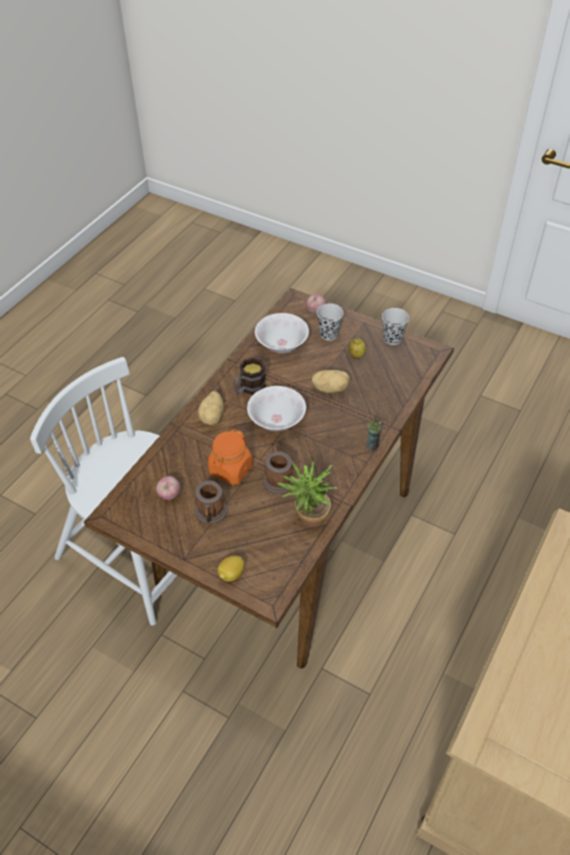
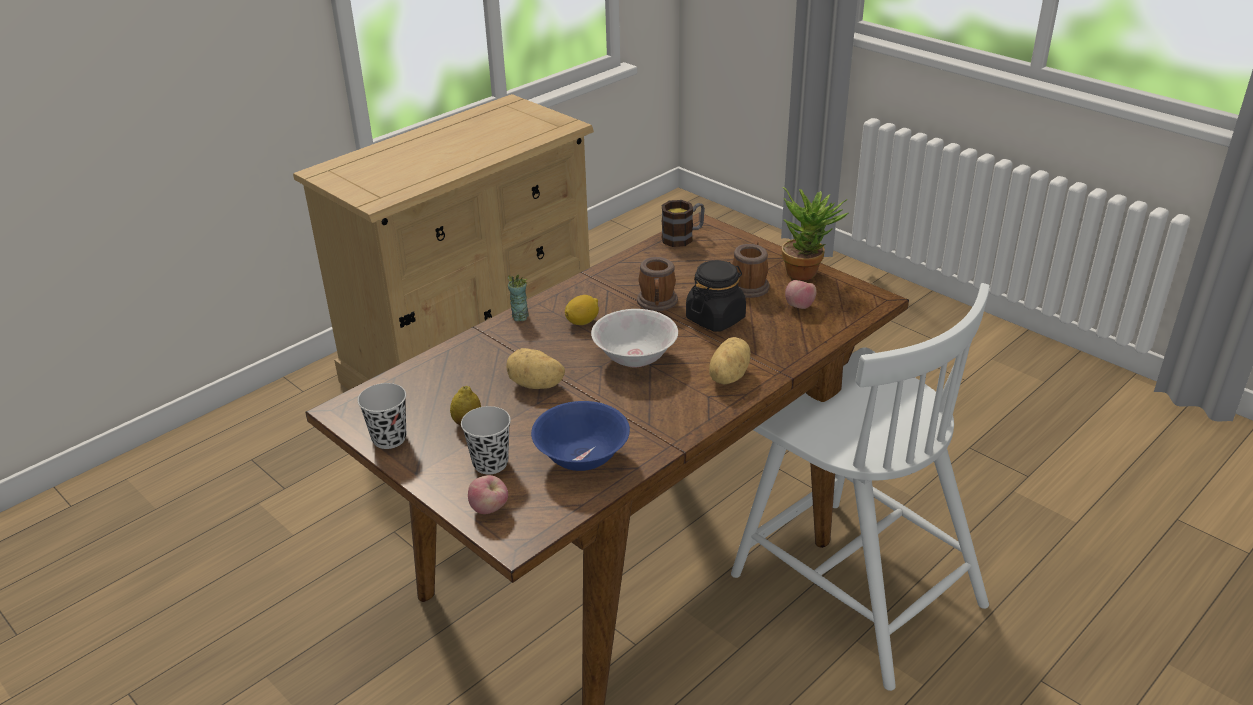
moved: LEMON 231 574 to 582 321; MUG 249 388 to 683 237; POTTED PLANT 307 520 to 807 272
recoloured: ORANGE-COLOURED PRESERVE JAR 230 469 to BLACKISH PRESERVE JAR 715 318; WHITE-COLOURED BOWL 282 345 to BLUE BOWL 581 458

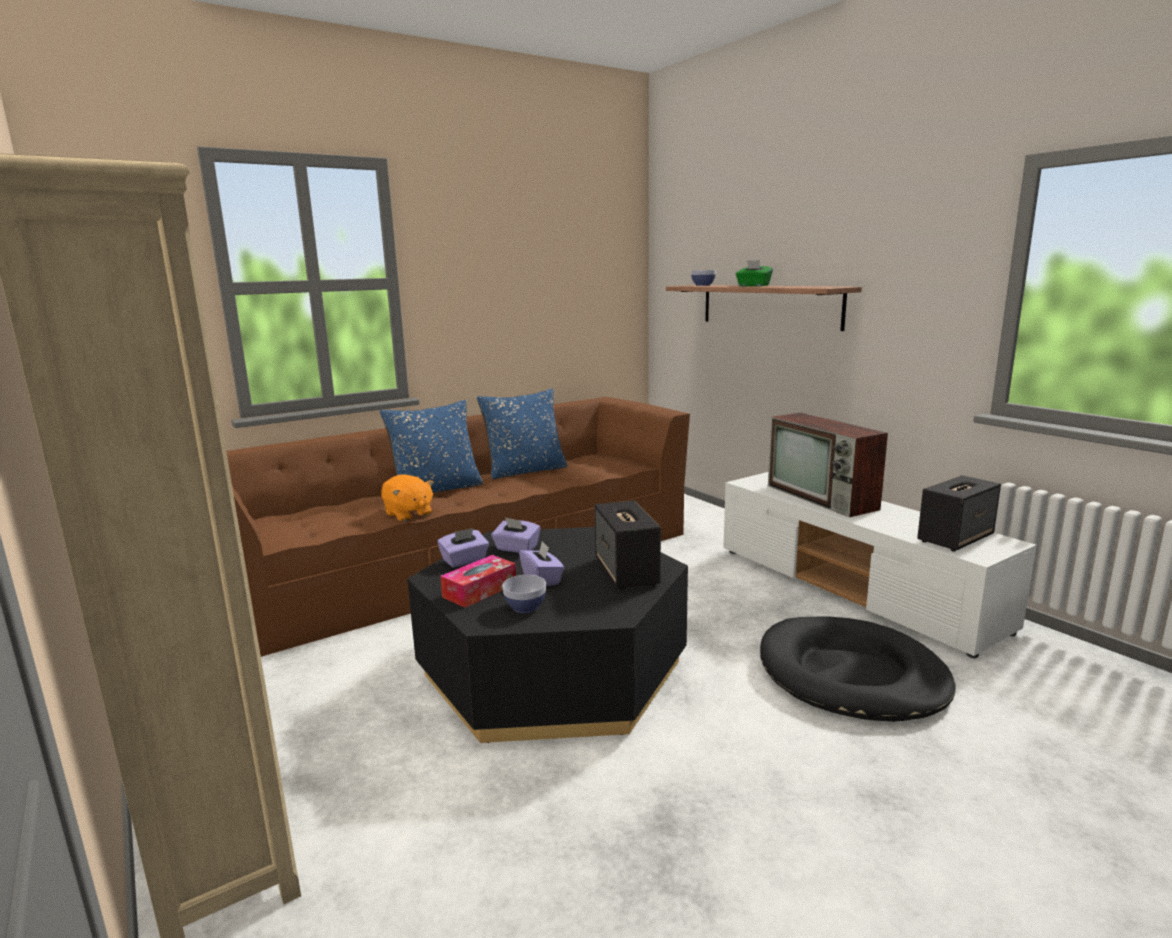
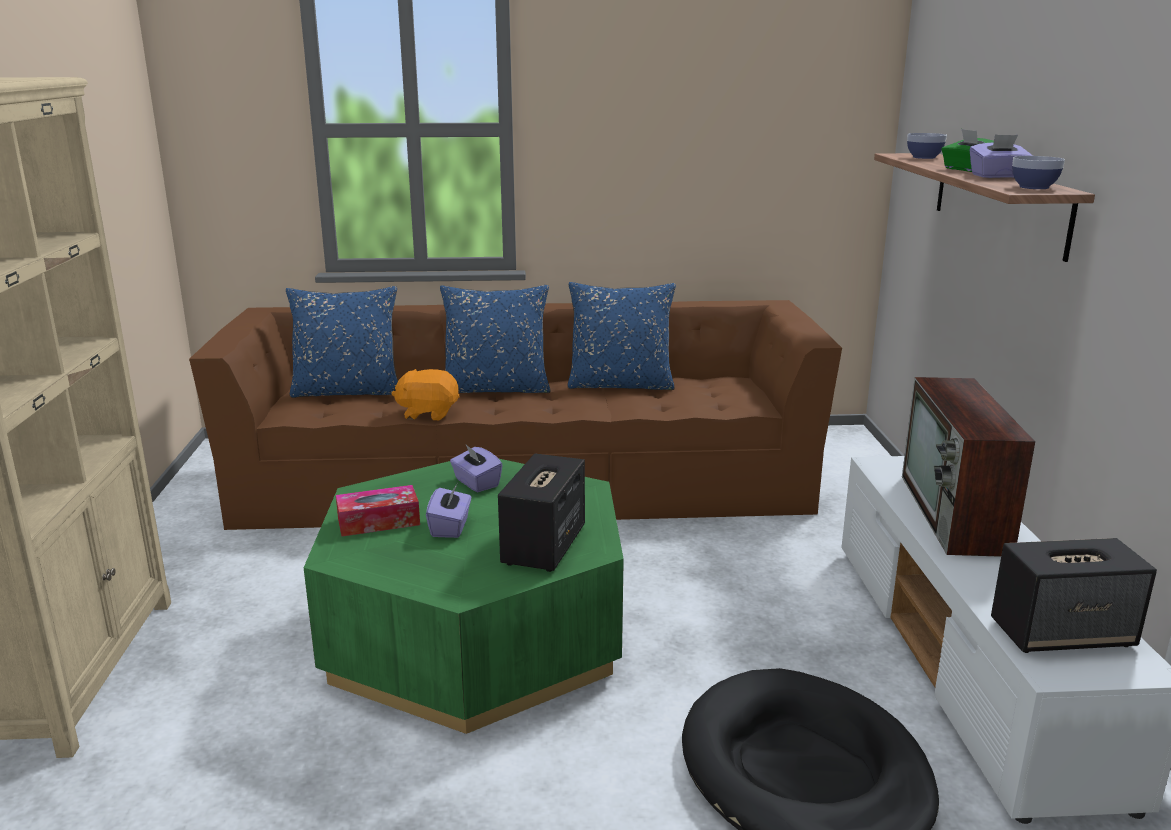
added: BLUE PILLOW 348 391
moved: PURPLISH BOX OF TISSUES 464 560 to 997 176; BOWL 525 607 to 1034 187
recoloured: BLACKISH COFFEE TABLE 553 669 to GREEN-COLOURED COFFEE TABLE 476 634
turned: ORANGE-COLOURED CUDDLY TOY 408 514 = 428 413 105 degrees clockwise

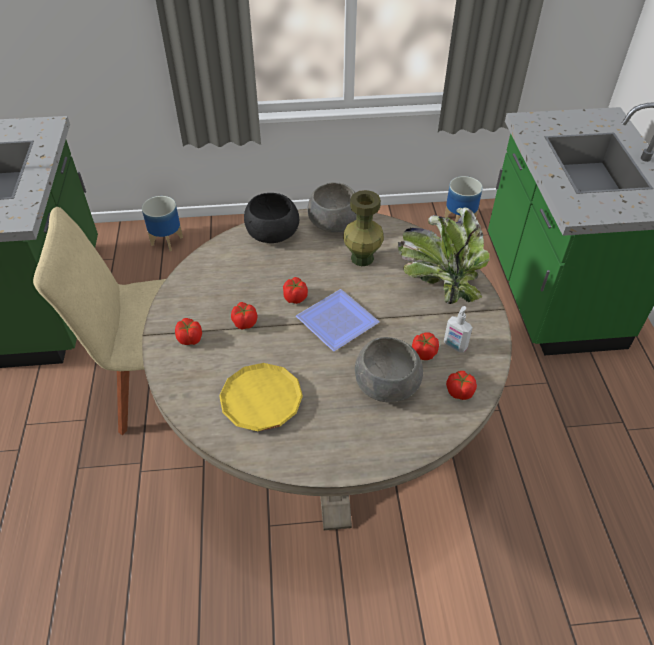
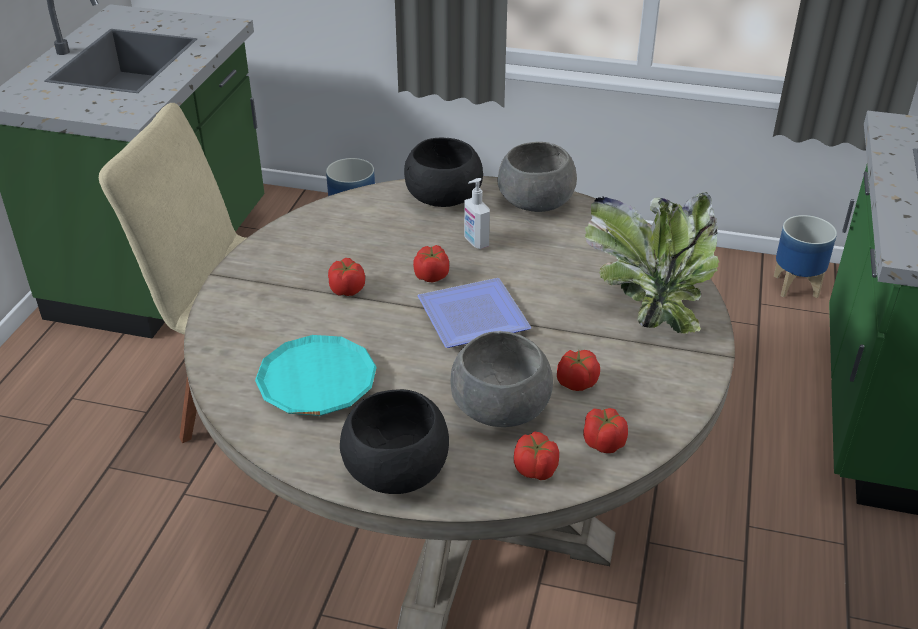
removed: GREEN-COLOURED DECORATIVE VASE 362 258
added: BLACKISH BOWL 395 468
moved: TOMATO 190 339 to 535 469; SOAP BOTTLE 454 346 to 475 242
recoloured: YELLOW PLATE 261 400 to BLUE-GREEN PLATE 317 382

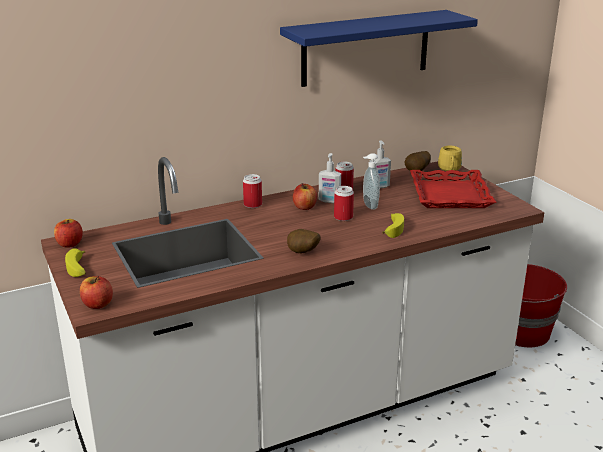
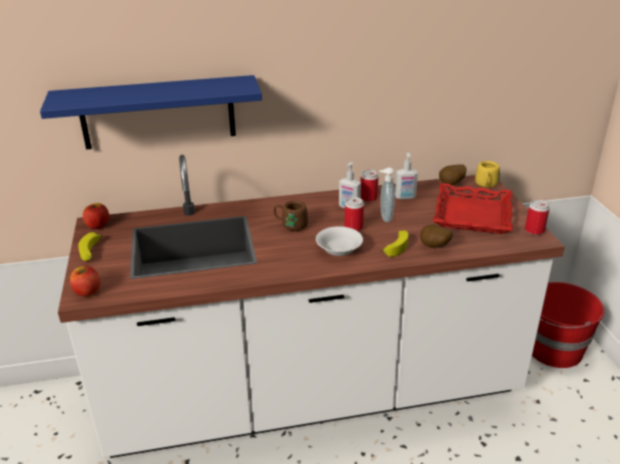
removed: APPLE FRUIT 304 207
added: BROWN MUG 290 225; WHITE-COLOURED BOWL 339 249
moved: METAL CAN 253 205 to 534 231; BLUE BRACKET SHELF 366 48 to 158 112; SPUD 302 253 to 434 247

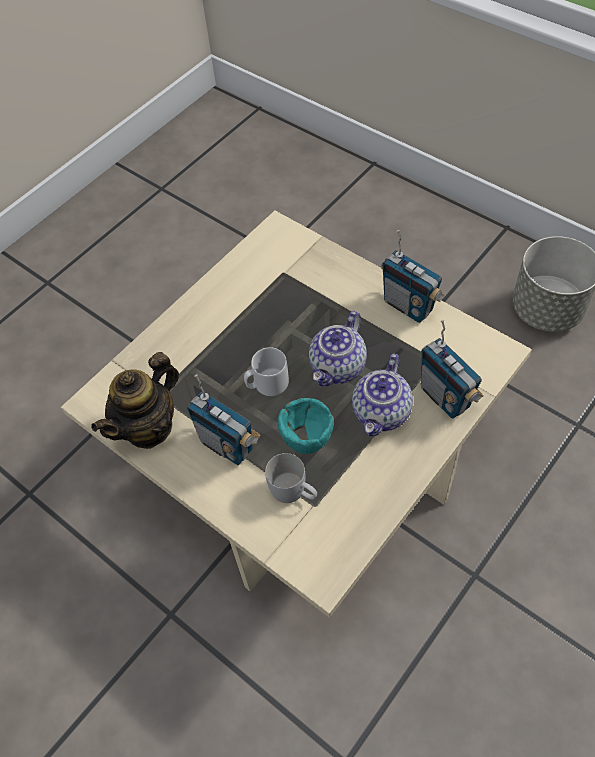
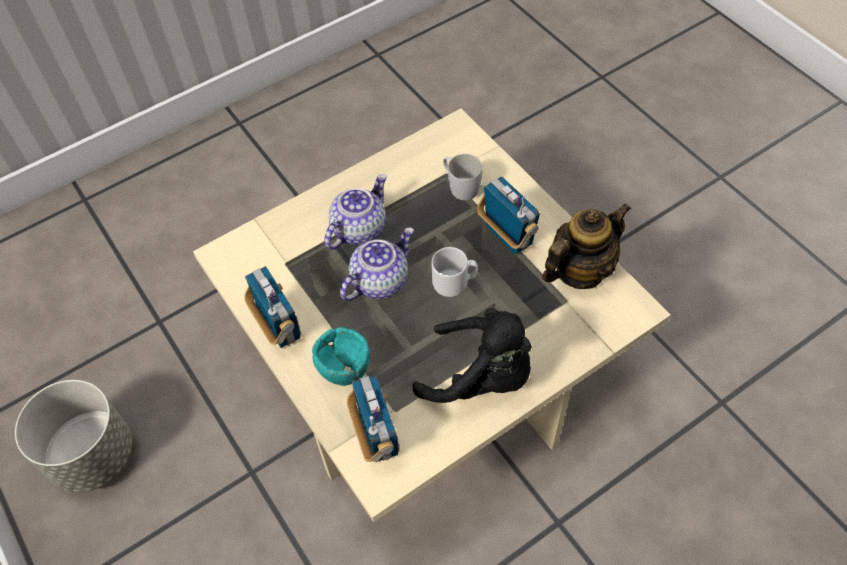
added: BLACKISH CUDDLY TOY 481 376
moved: BLUE-GREEN BOWL 306 438 to 345 369; RADIO RECEIVER 445 397 to 377 436

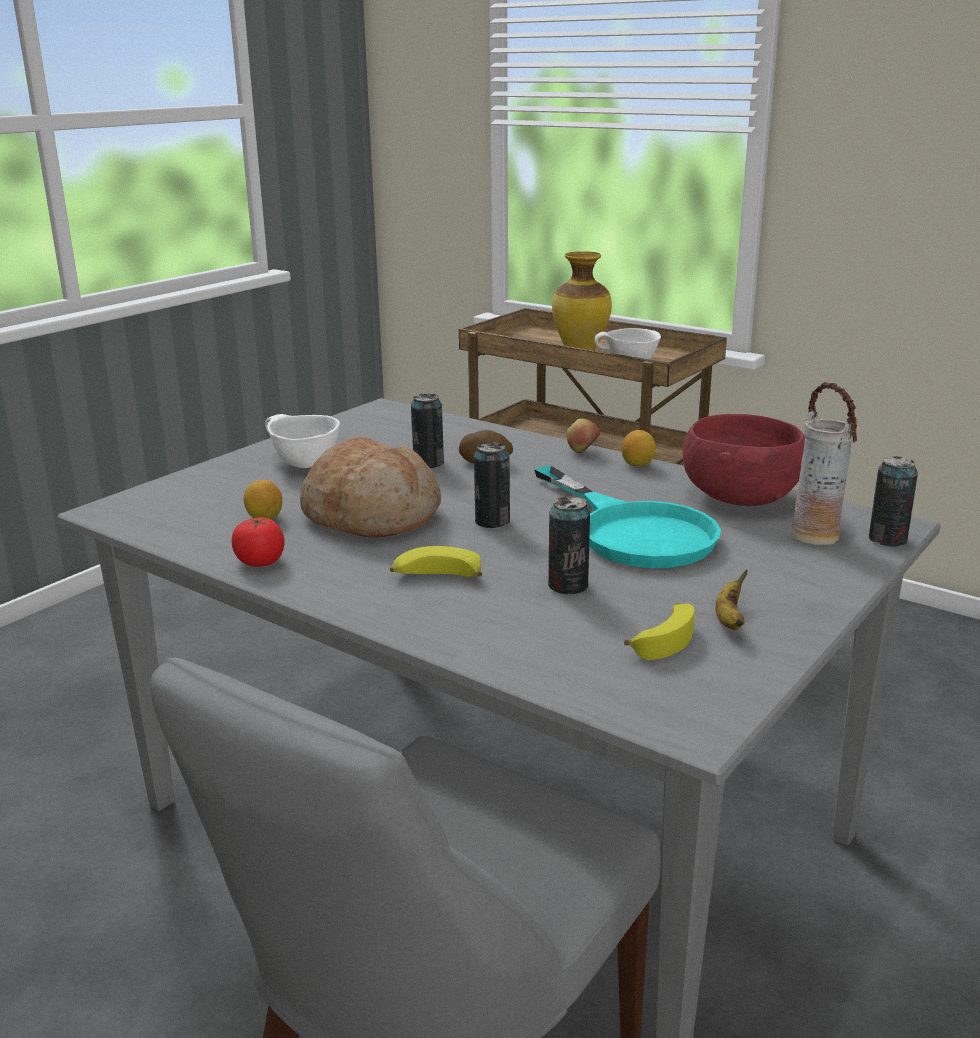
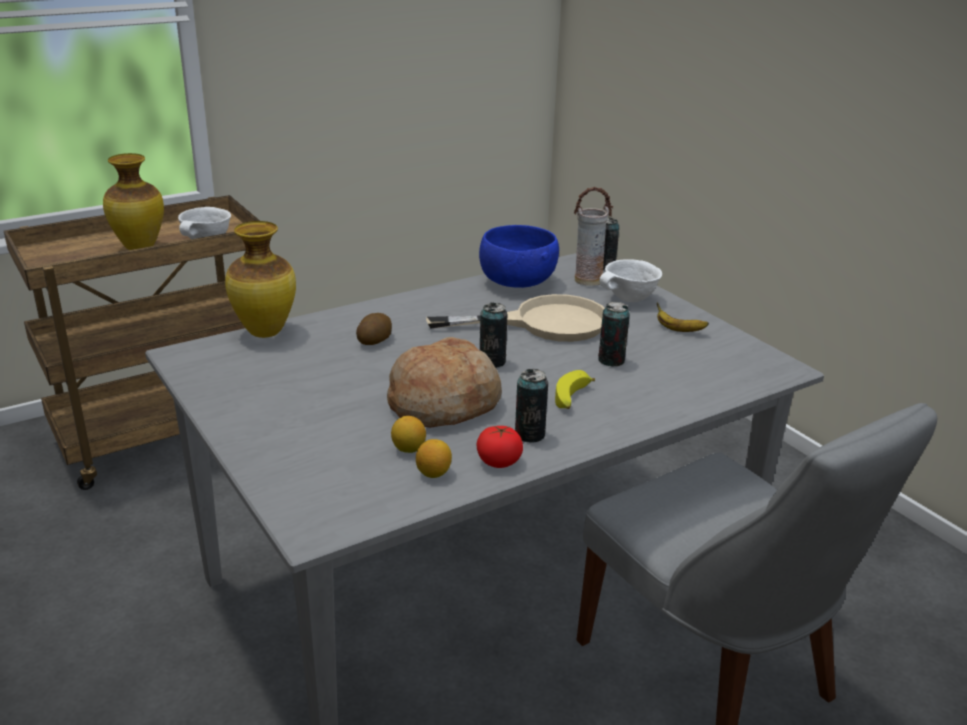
removed: APPLE FRUIT 582 452; BANANA FRUIT 664 638
added: DECORATIVE VASE 265 333
moved: WHITE-COLOURED BOWL 304 464 to 629 299; METAL CAN 428 463 to 529 434; LEMON 637 464 to 433 473
recoloured: BLUE-GREEN FRYING PAN 633 531 to BEIGE-COLOURED FRYING PAN 543 323; REDDISH BOWL 738 497 to BLUE BOWL 516 282

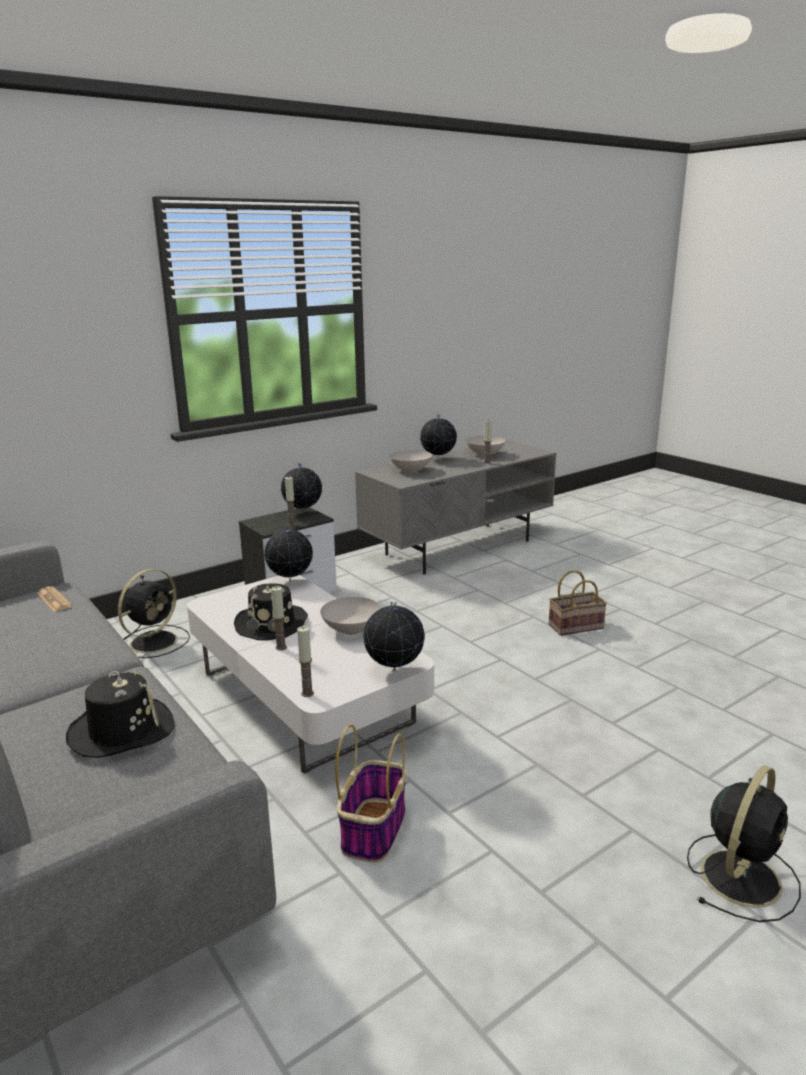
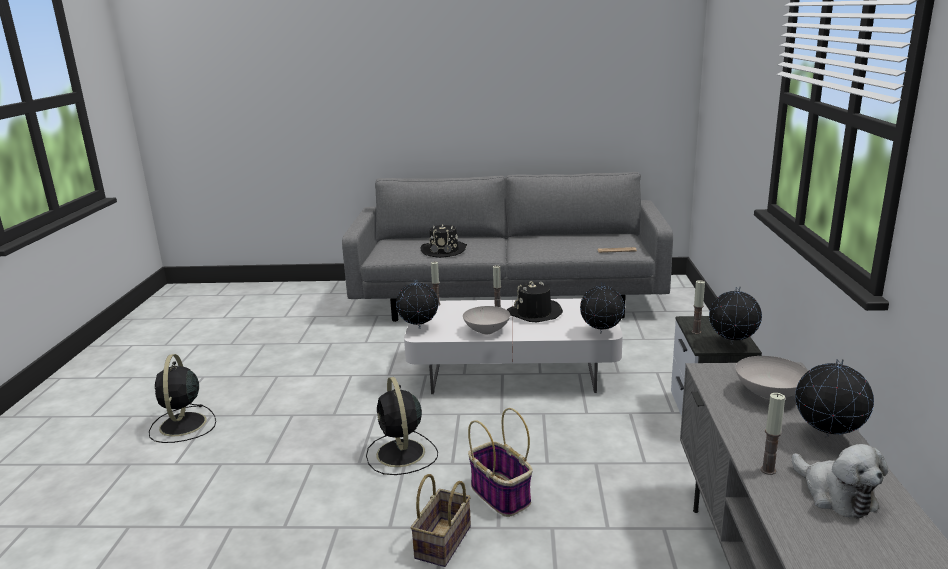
moved: BLACKISH COOLING FAN 155 641 to 401 454; BASKET 373 829 to 501 495
replaced: WHITE-COLOURED BOWL 484 454 to CUDDLY TOY 835 494

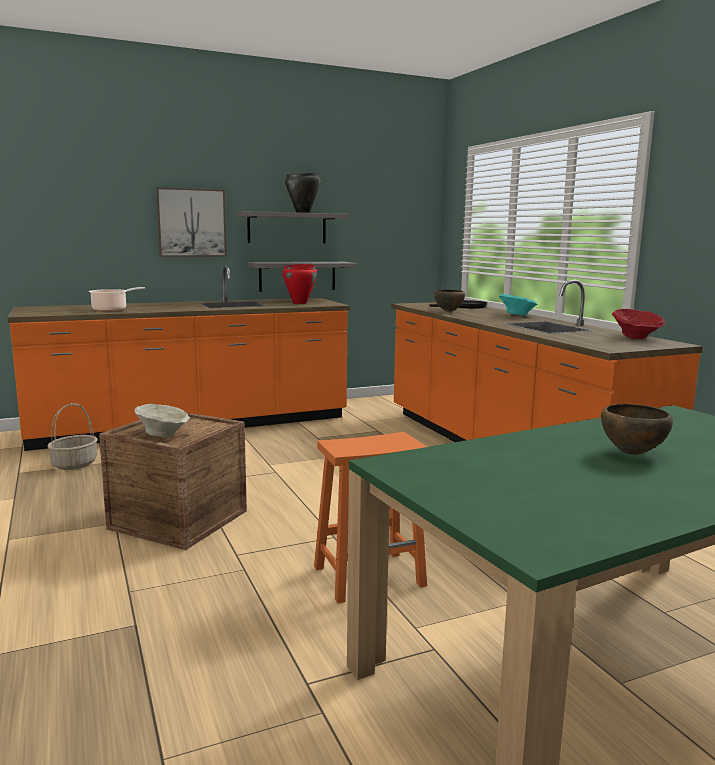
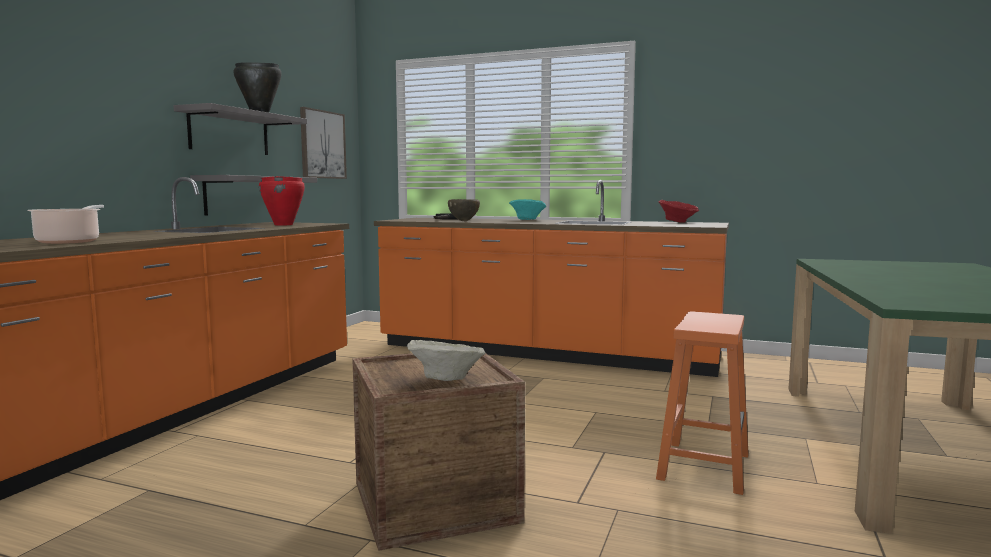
removed: BASKET 74 464; BROWN BOWL 631 454
moved: WALL ART 191 223 to 322 144

